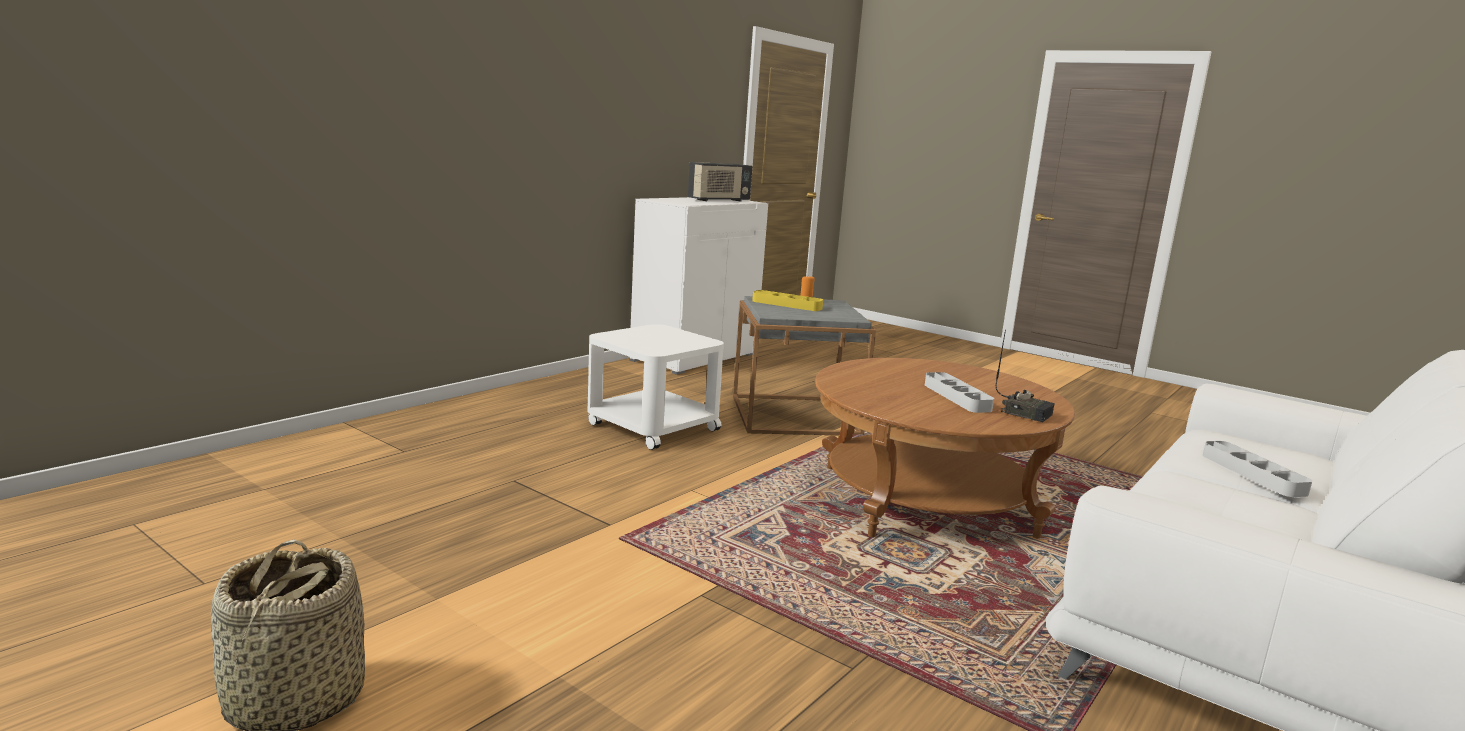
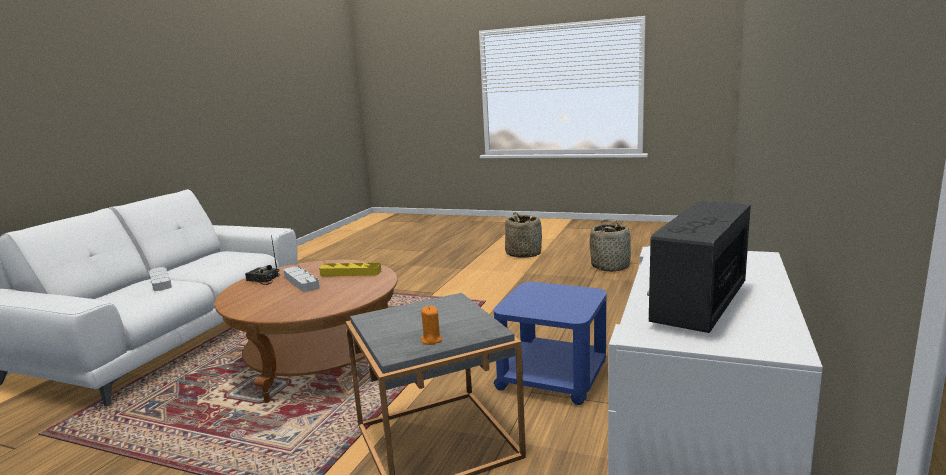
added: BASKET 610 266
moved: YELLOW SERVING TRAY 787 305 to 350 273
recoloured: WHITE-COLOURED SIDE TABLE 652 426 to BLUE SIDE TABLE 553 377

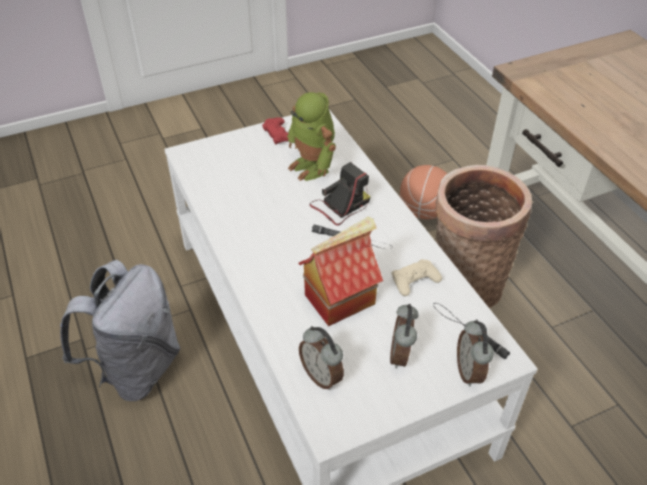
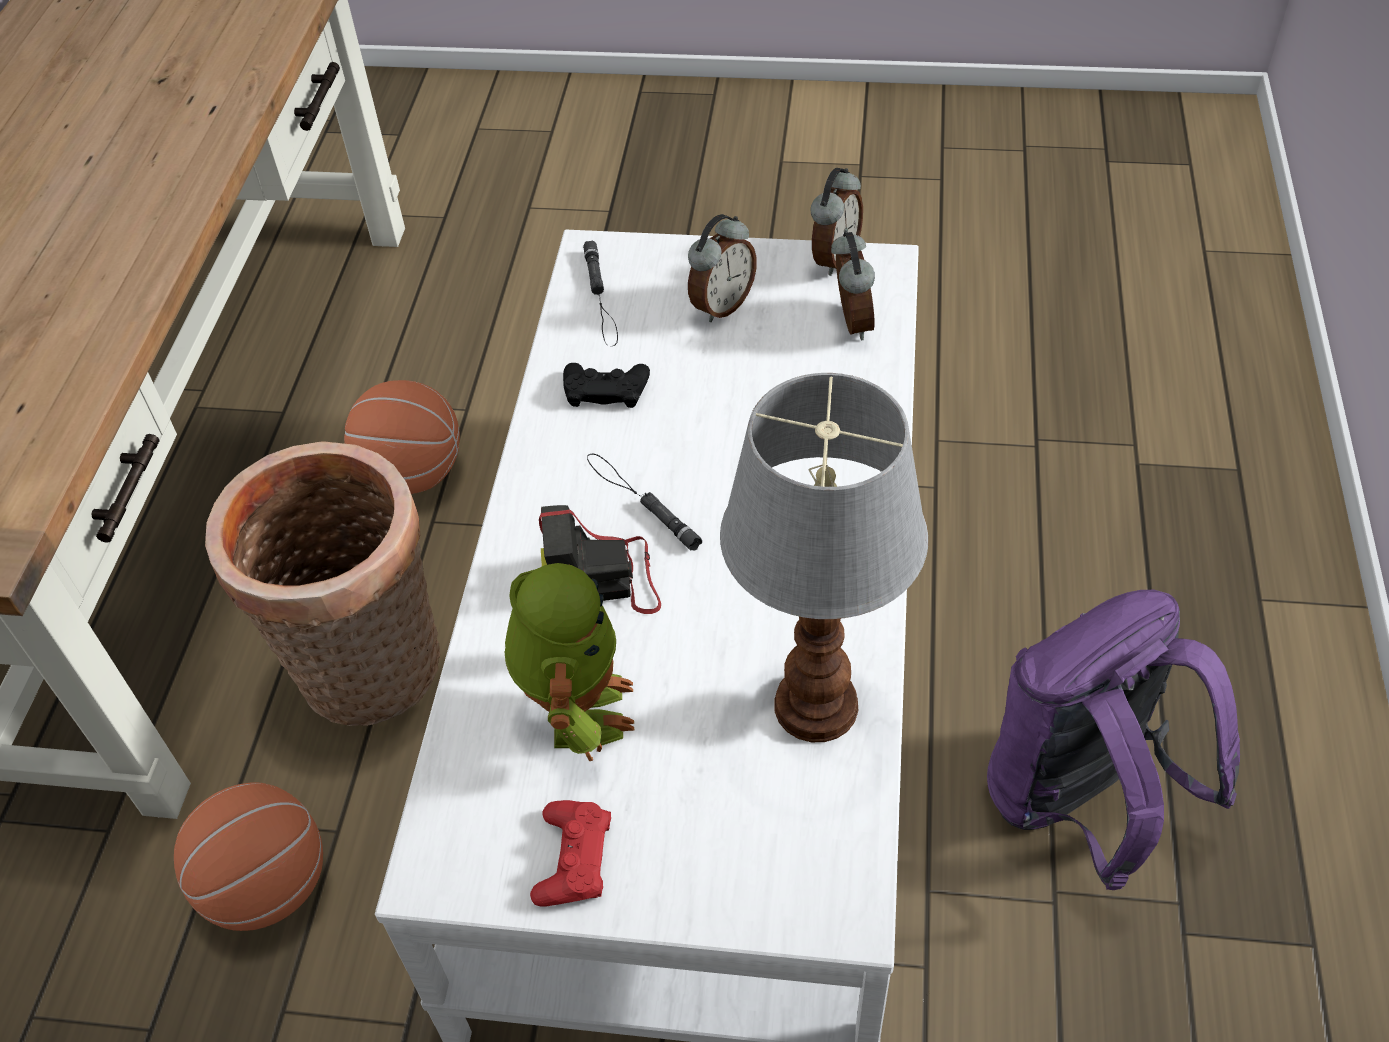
removed: MINIATURE HOUSE 340 298
added: BASKETBALL BALL 412 474; LAMP FOR A TABLE 818 708
moved: ALARM CLOCK 470 371 to 833 258
recoloured: GREYISH BACKPACK 136 369 to PURPLISH BACKPACK 1080 804; BEIGE-COLOURED JOYPAD 415 280 to BLACKISH JOYPAD 605 389

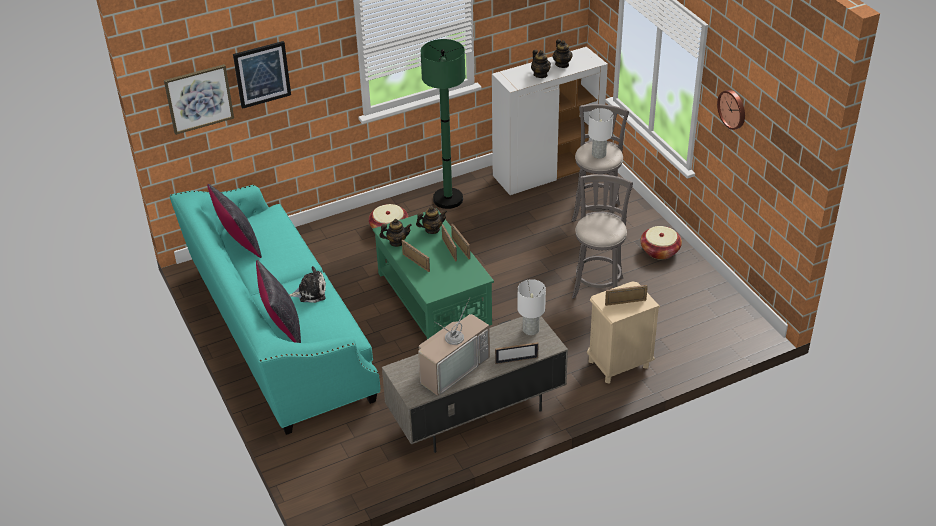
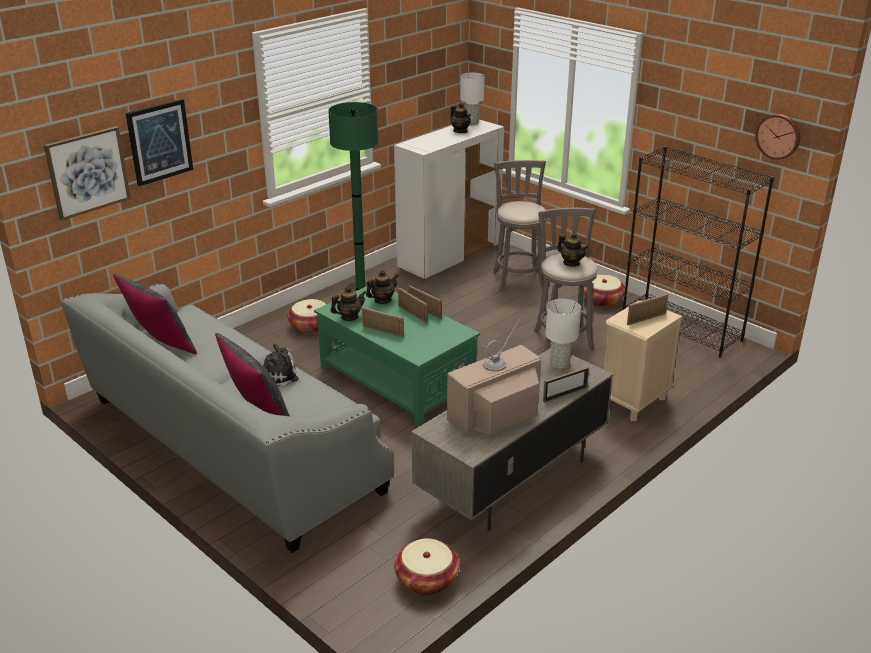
added: BASKET 427 579; BLACKISH SHELVING UNIT 682 328
moved: TEAPOT 540 74 to 571 263; WHITE-COLOURED LAMP FOR A TABLE 598 154 to 471 122; WALL CLOCK 733 109 to 779 136
recoloured: BLUE-GREEN COUCH 278 333 to GREYISH COUCH 230 446
turned: TELEVISION 452 367 = 496 415 150 degrees counterclockwise

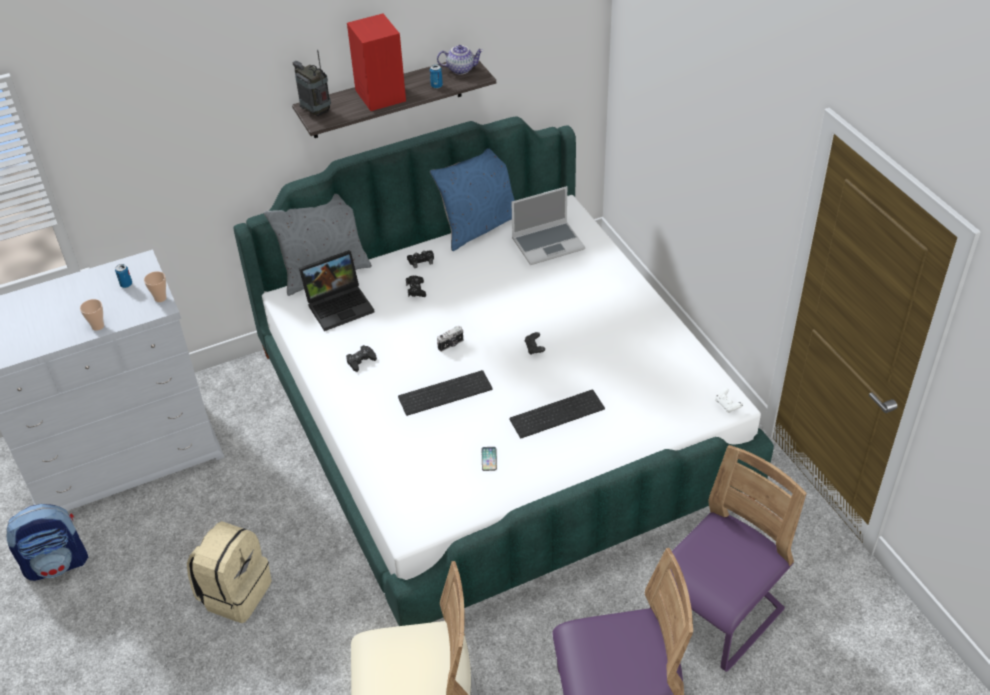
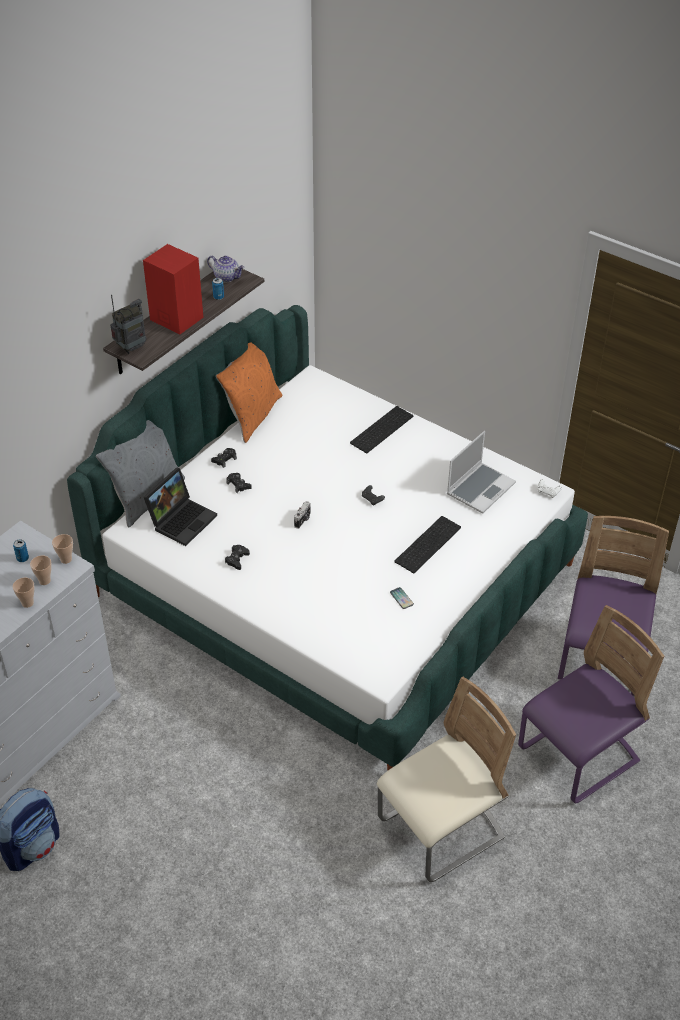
removed: BEIGE-COLOURED BACKPACK 235 592
added: SMALL CUP 44 581
moved: PC KEYBOARD 445 391 to 381 428; LAPTOP 548 243 to 480 488
recoloured: BLUE PILLOW 478 226 to ORANGE-COLOURED PILLOW 251 415
turned: RADIO RECEIVER 316 112 = 132 348 120 degrees clockwise; TEAPOT 461 69 = 227 277 60 degrees clockwise

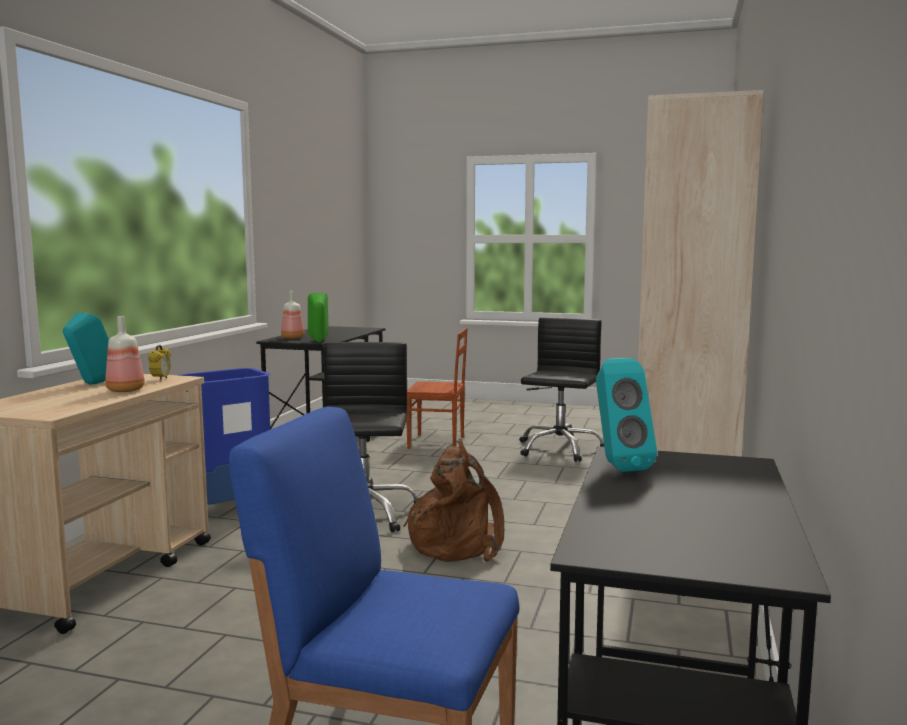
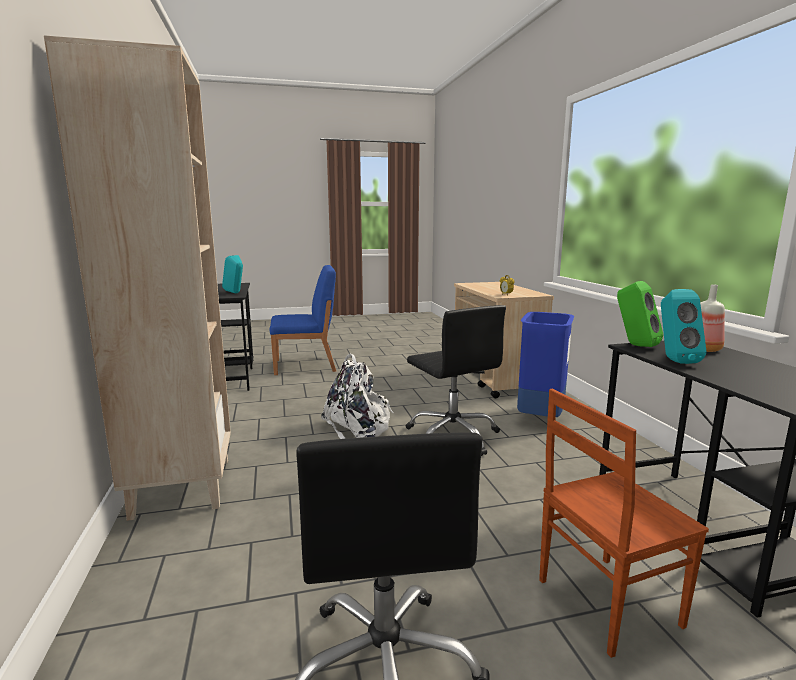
removed: DRINK BOTTLE 124 390
moved: BLUE-GREEN LOUDSPEAKER 91 384 to 674 360
recoloured: BROWN BACKPACK 457 543 to WHITE-COLOURED BACKPACK 358 429

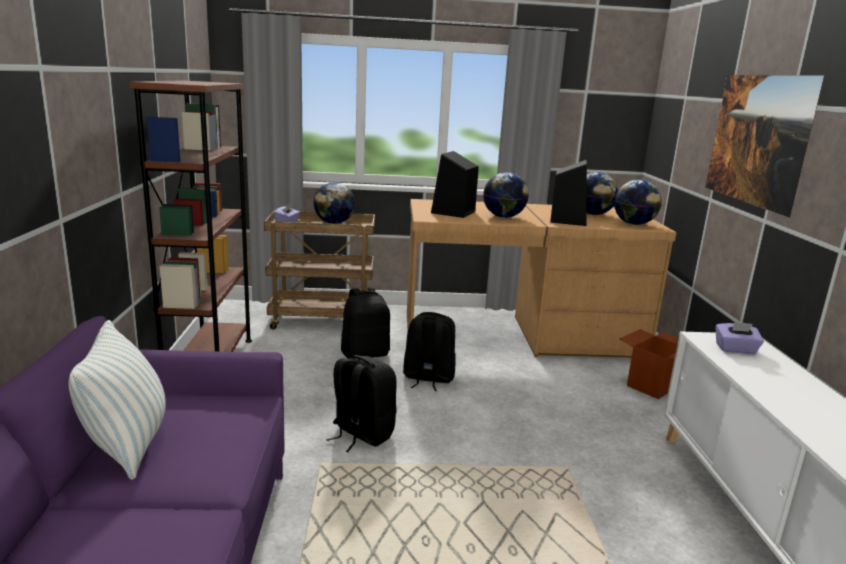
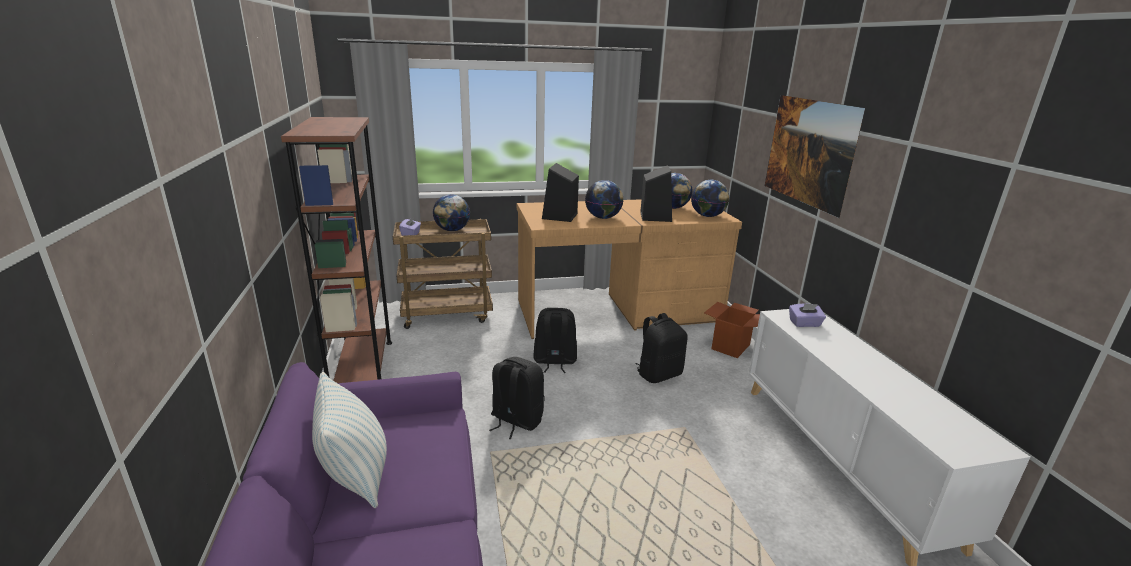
moved: BLACKISH BACKPACK 365 354 to 659 374

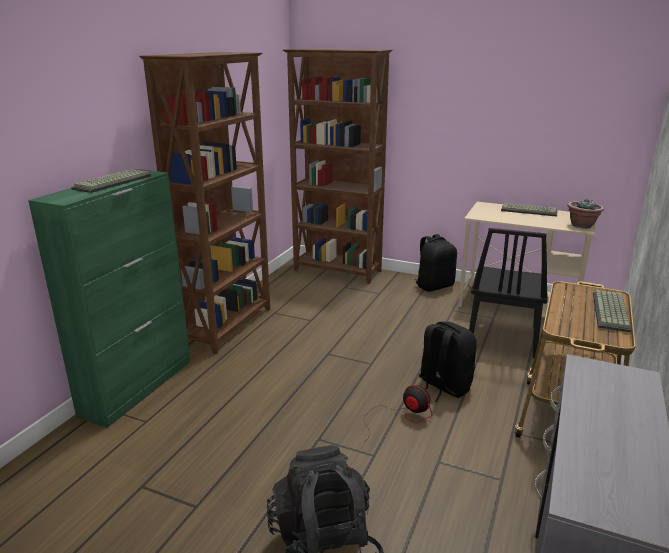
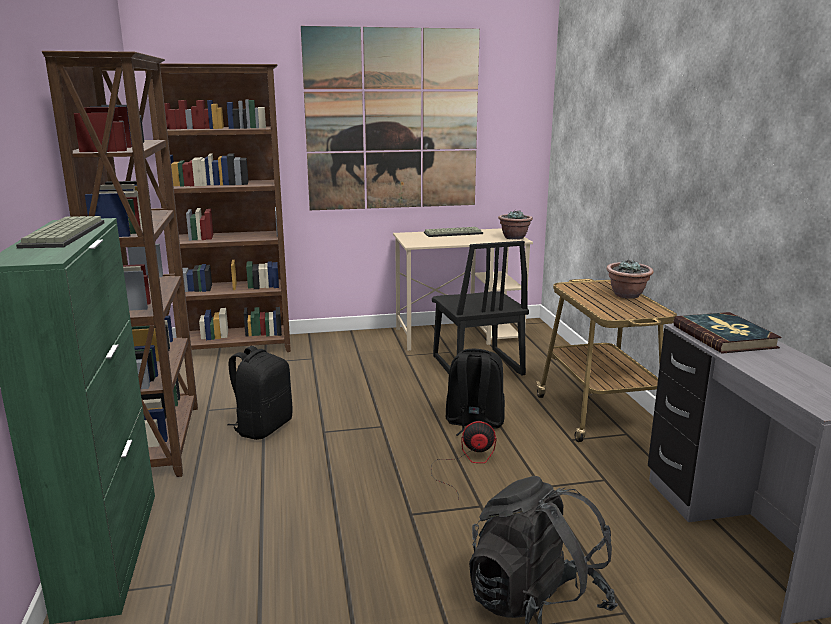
added: WALL ART 392 120; BOUND BOOK 724 337
moved: BLACKISH BACKPACK 434 286 to 263 427
replaced: PC KEYBOARD 612 312 to POTTED PLANT 627 295

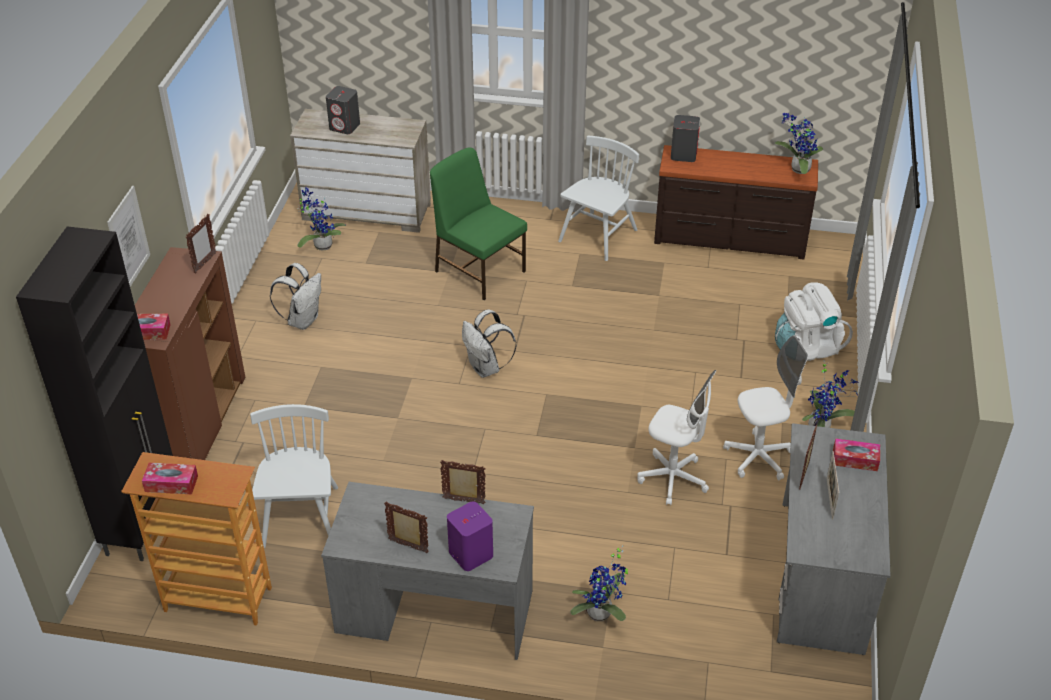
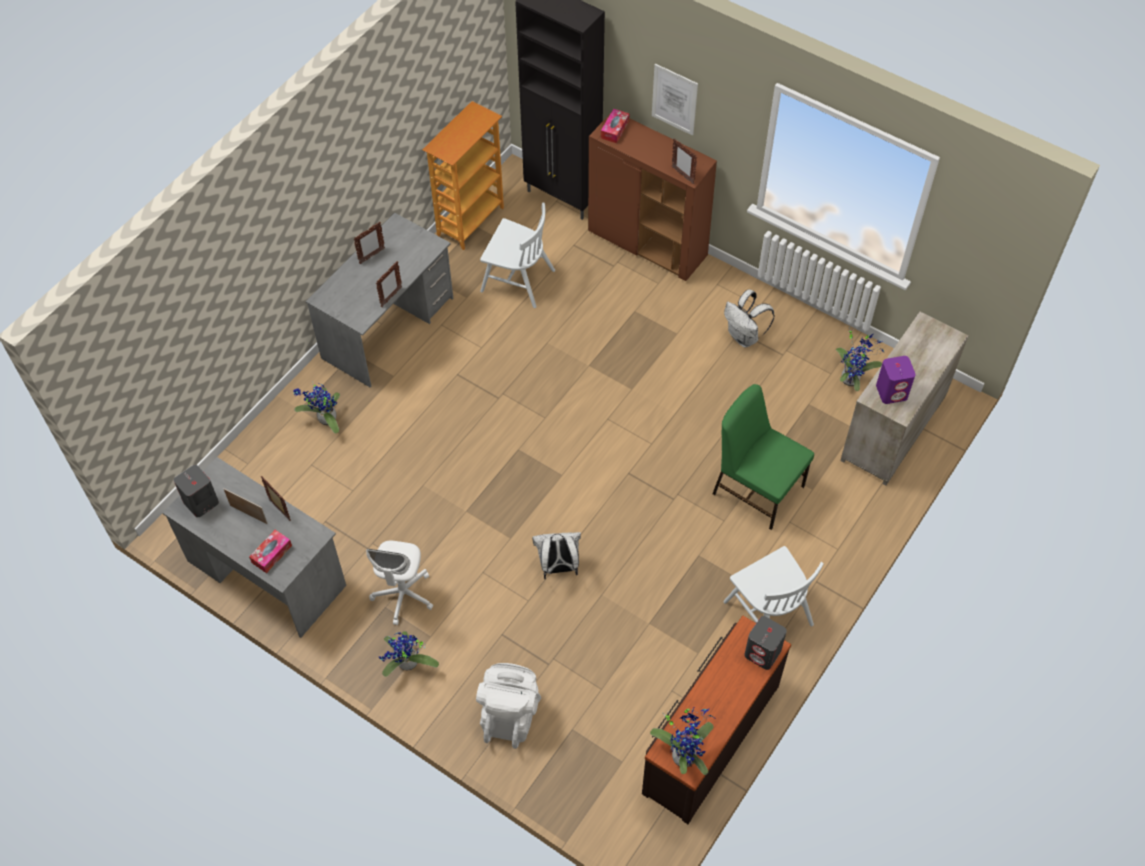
removed: BOX OF TISSUES 171 484; WHITE-COLOURED DESK CHAIR 673 479
moved: GREYISH LOUDSPEAKER 345 126 to 200 502; PURPLISH LOUDSPEAKER 470 553 to 892 392; WHITE-COLOURED BACKPACK 486 368 to 558 568
turned: GREEN-COLOURED CHAIR 479 270 = 757 488 120 degrees counterclockwise

